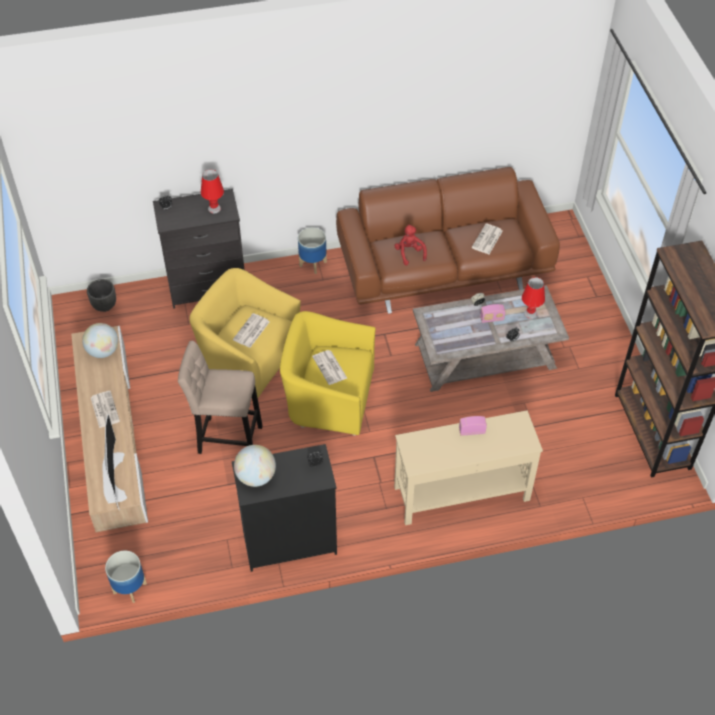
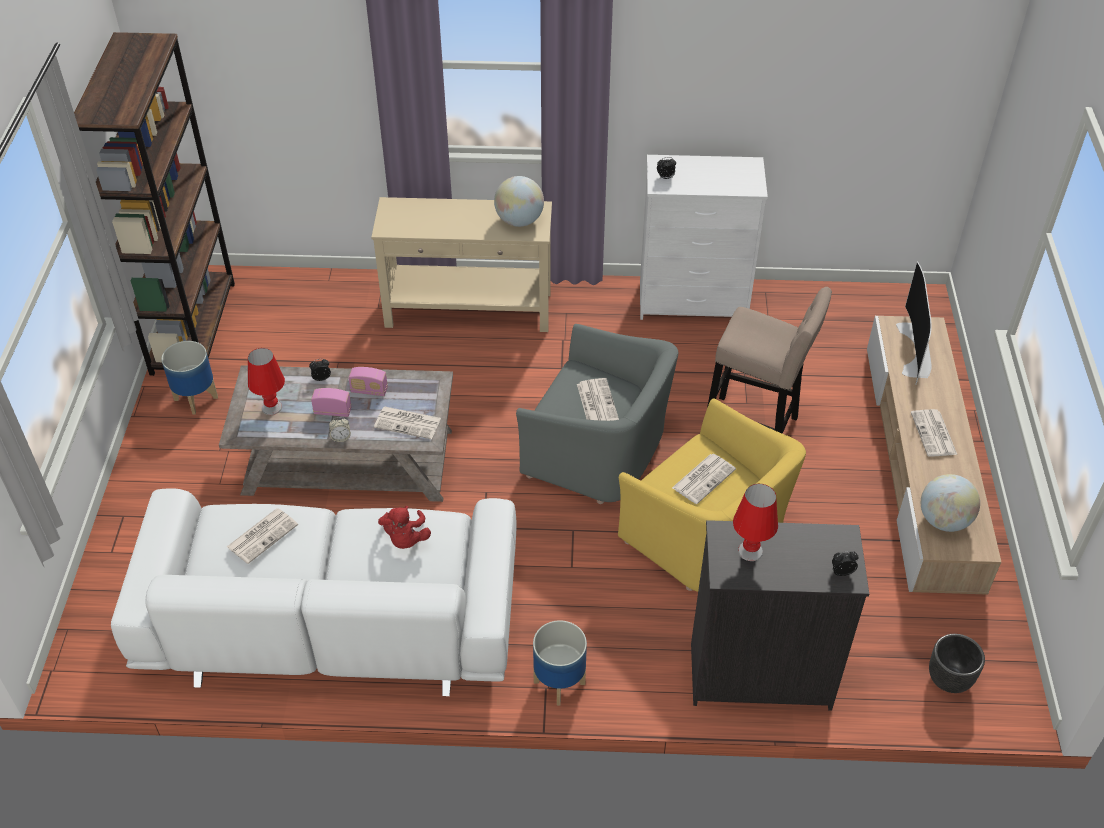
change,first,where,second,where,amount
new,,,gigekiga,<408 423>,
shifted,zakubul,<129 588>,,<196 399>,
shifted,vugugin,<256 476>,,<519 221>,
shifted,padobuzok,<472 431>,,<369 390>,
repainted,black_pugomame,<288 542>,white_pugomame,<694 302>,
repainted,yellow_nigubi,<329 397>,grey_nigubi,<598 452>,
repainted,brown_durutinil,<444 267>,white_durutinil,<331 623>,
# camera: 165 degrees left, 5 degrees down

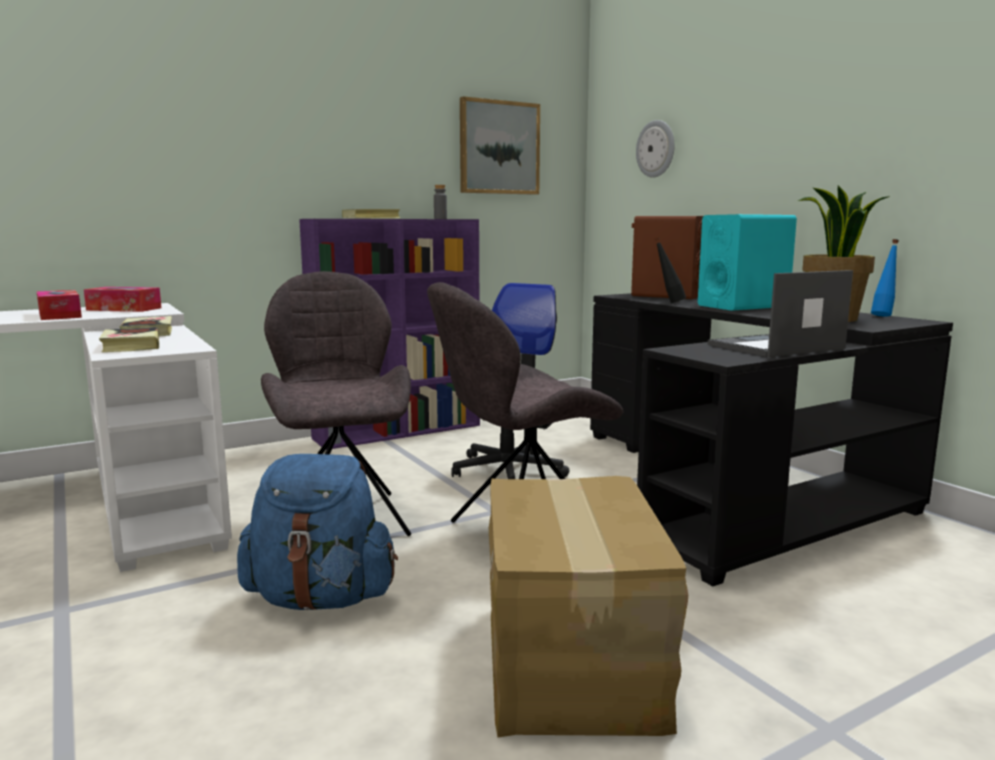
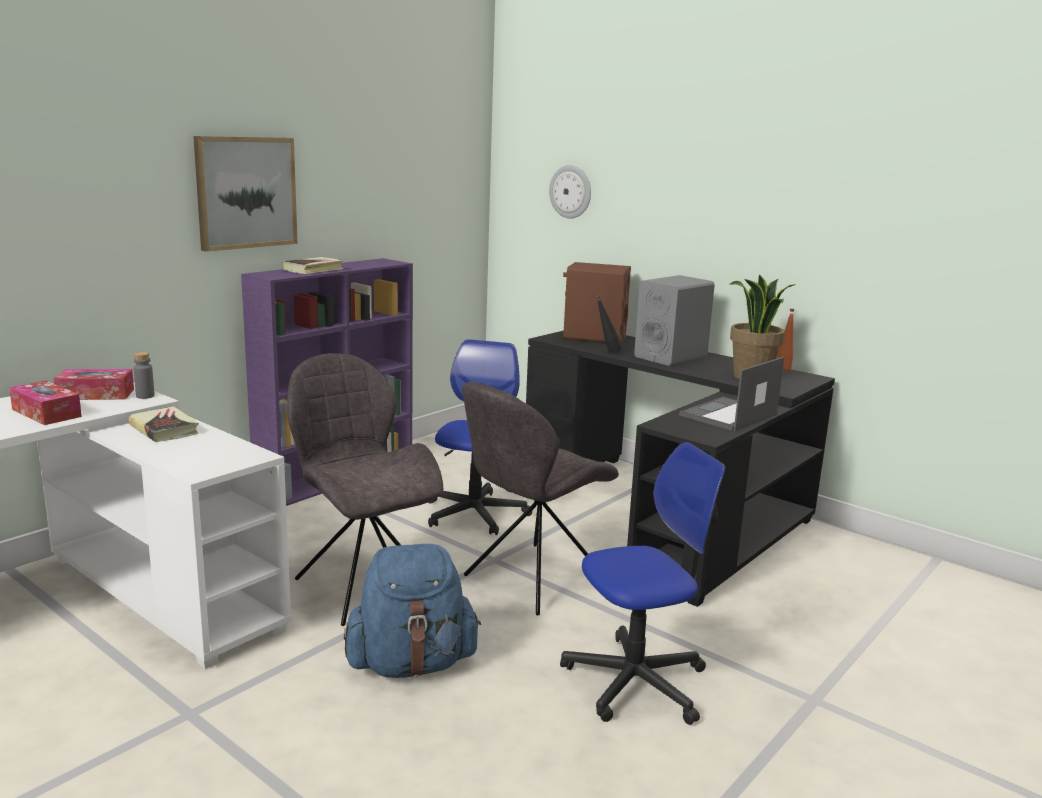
change,first,where,second,where,amount
gone,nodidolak,<131 345>,,,
shifted,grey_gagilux,<440 219>,,<145 396>,
shifted,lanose,<499 148>,,<246 192>,
swapped,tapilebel,<574 660>,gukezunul,<636 682>,
repainted,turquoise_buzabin,<743 306>,grey_buzabin,<671 356>,
repainted,blue_gagilux,<883 316>,orange_gagilux,<783 370>,
# camera: 20 degrees left, 5 degrees up

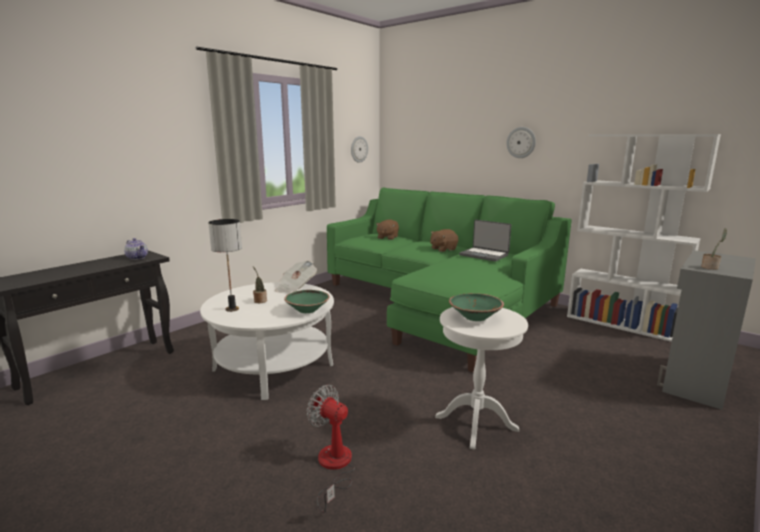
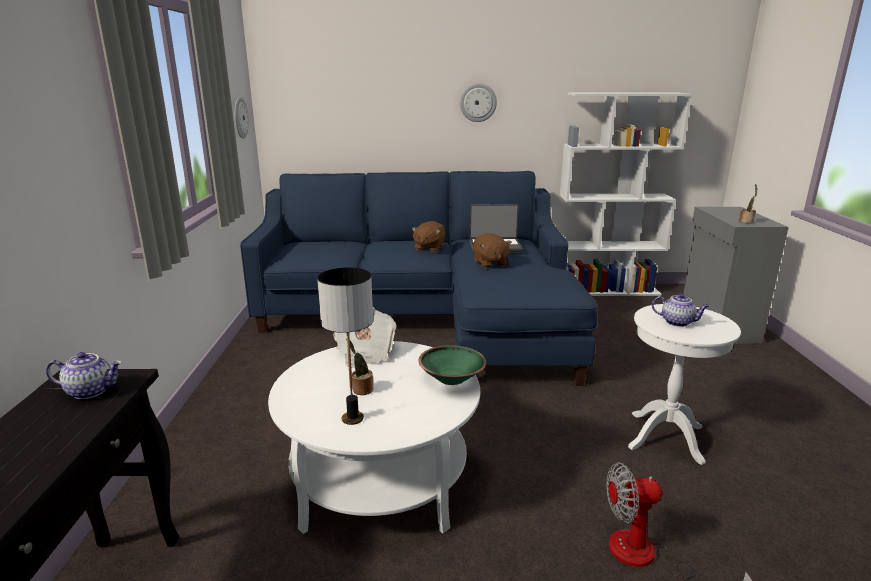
change,first,where,second,where,amount
shifted,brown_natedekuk,<387 237>,,<490 263>,
swapped,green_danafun,<475 317>,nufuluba,<678 322>,
repainted,green_durutinil,<439 303>,blue_durutinil,<428 317>,
# camera: 40 degrees left, 5 degrees up

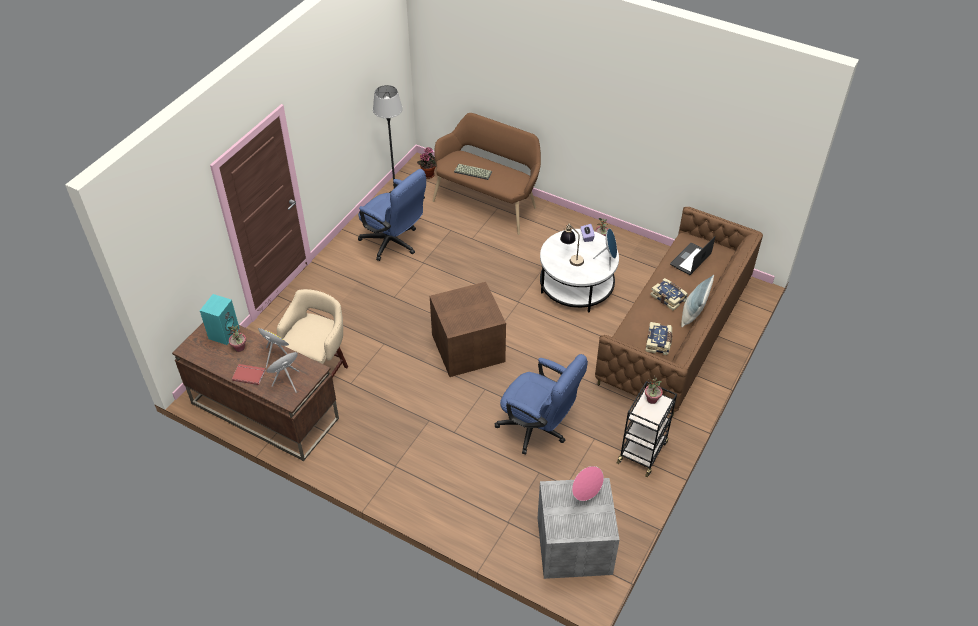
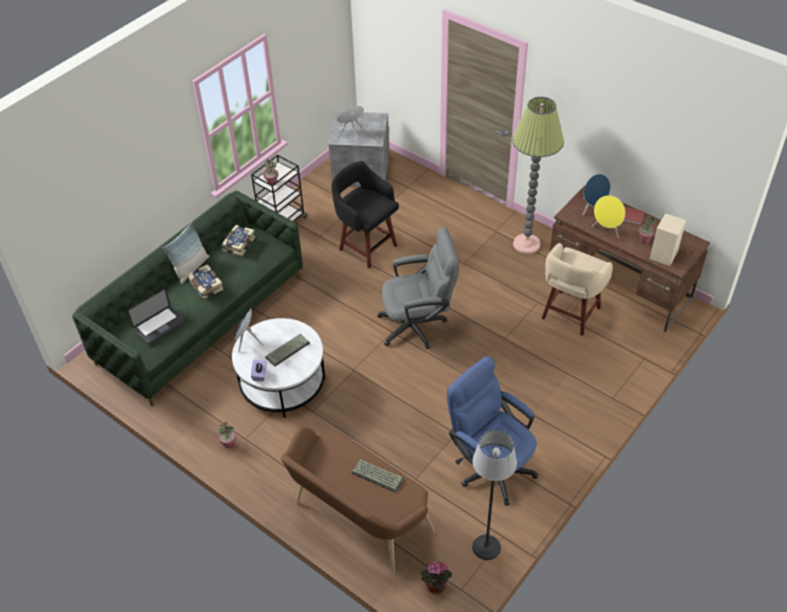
change,first,where,second,where,amount
new,,,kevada,<526 244>,
swapped,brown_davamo,<467 347>,grey_gukezunul,<418 325>,
swapped,blue_gukezunul,<538 429>,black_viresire,<366 247>,
swapped,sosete,<571 258>,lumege,<287 349>,
repainted,turquoise_buzabin,<224 333>,beige_buzabin,<664 255>,
repainted,brown_durutinil,<675 332>,green_durutinil,<202 319>,
# camera: 170 degrees left, 0 degrees up

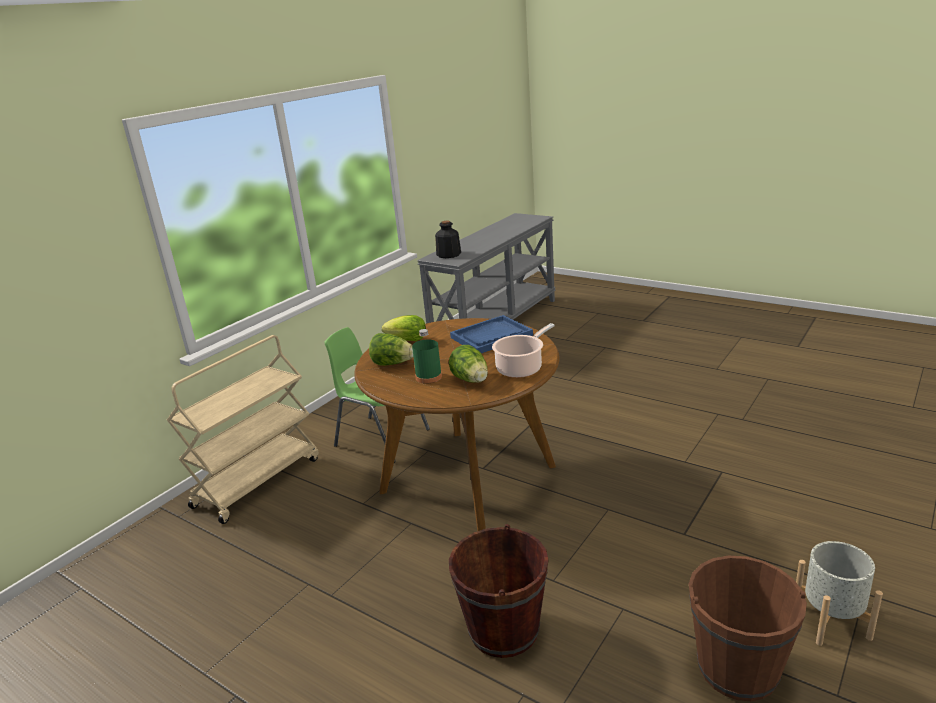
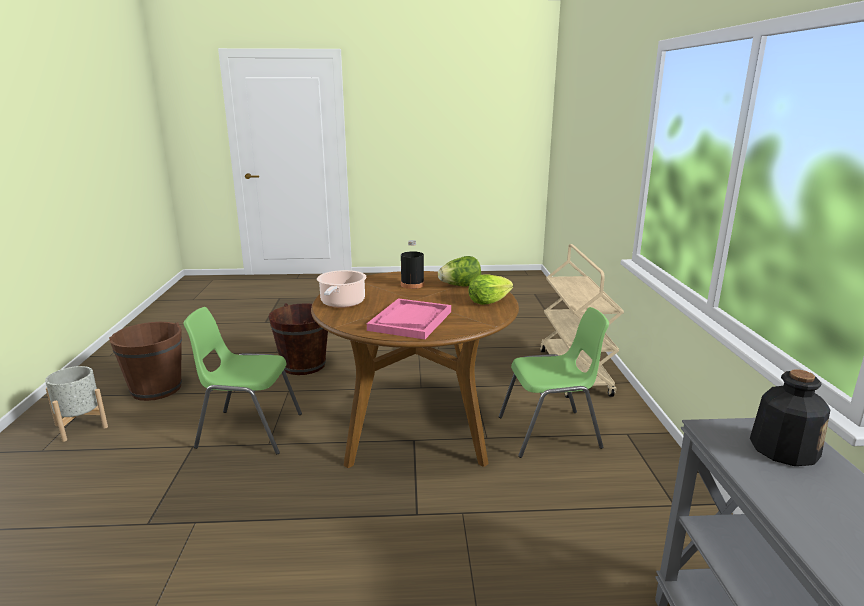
change,first,where,second,where,amount
gone,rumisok,<471 380>,,,
new,,,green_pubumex,<248 430>,
repainted,green_gagilux,<428 377>,black_gagilux,<412 285>,
repainted,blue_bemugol,<491 336>,pink_bemugol,<410 320>,
# camera: 140 degrees right, 5 degrees down

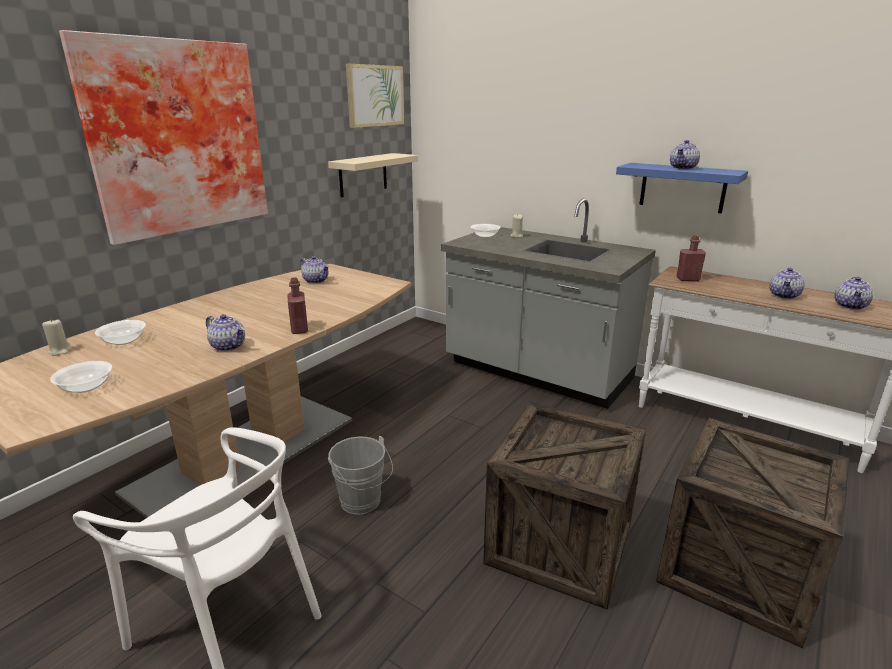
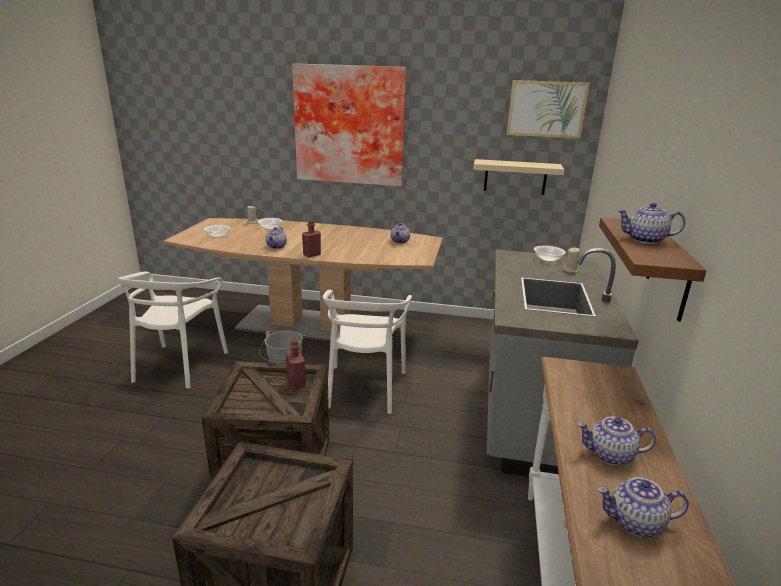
change,first,where,second,where,amount
new,,,white_pubumex,<364 388>,
shifted,red_gagilux,<688 279>,,<296 383>,
repainted,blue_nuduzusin,<682 187>,brown_nuduzusin,<669 270>,
# camera: 65 degrees right, 0 degrees up

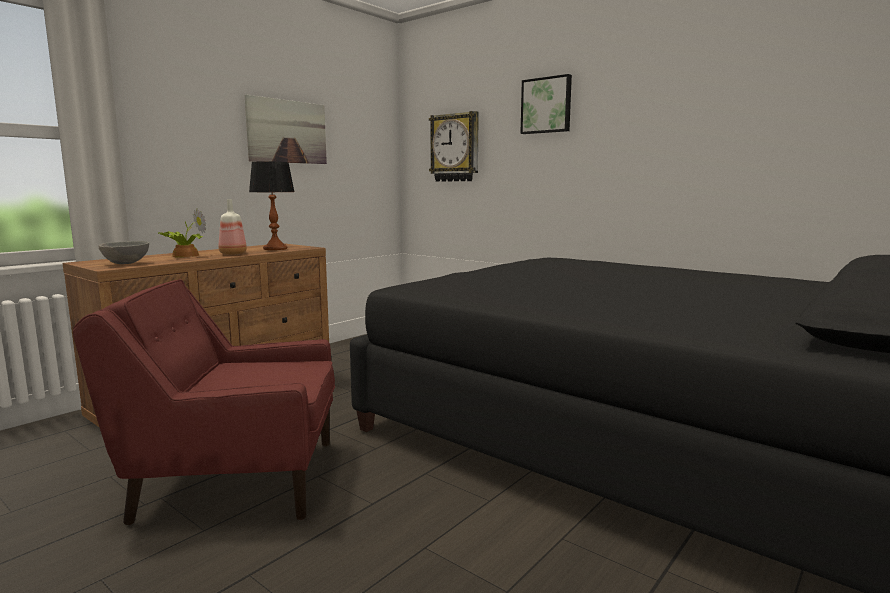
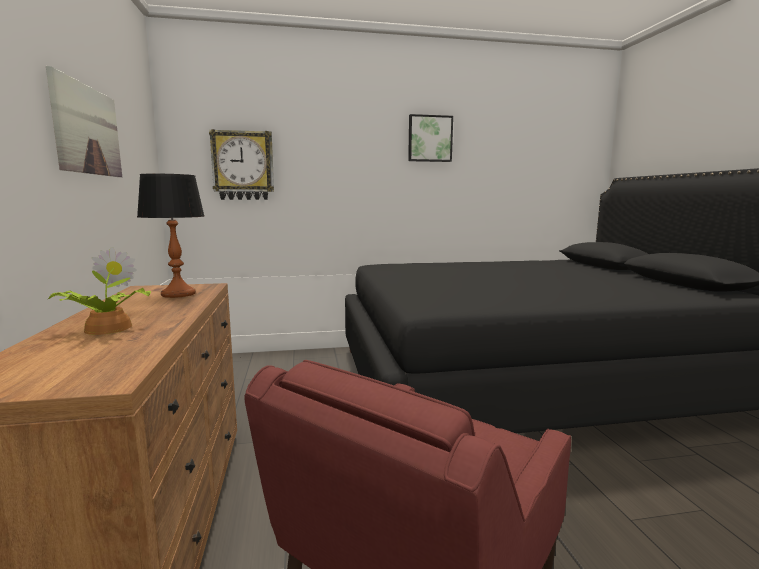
change,first,where,second,where,amount
gone,grey_danafun,<127 263>,,,
gone,gagilux,<233 254>,,,
shifted,lanose,<546 105>,,<429 139>,
# camera: 50 degrees left, 0 degrees up

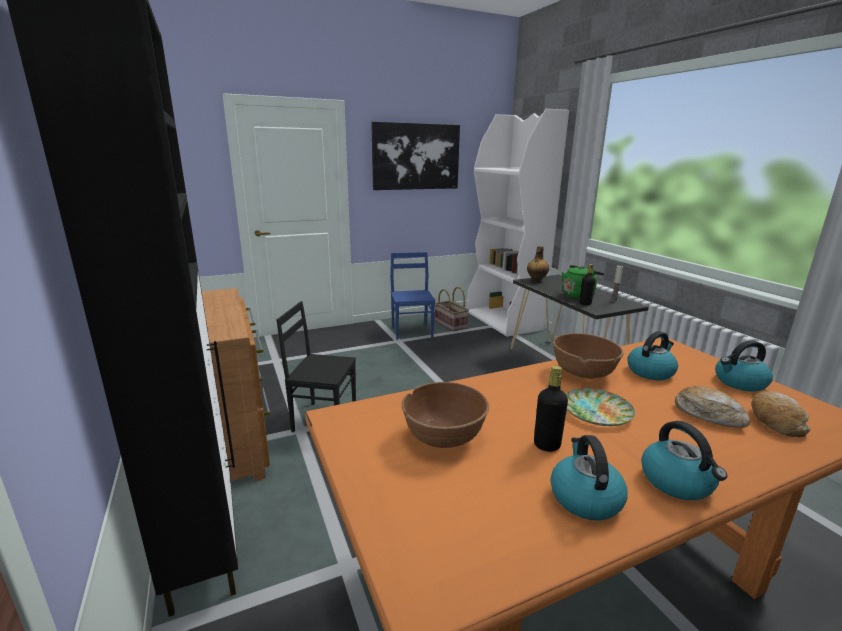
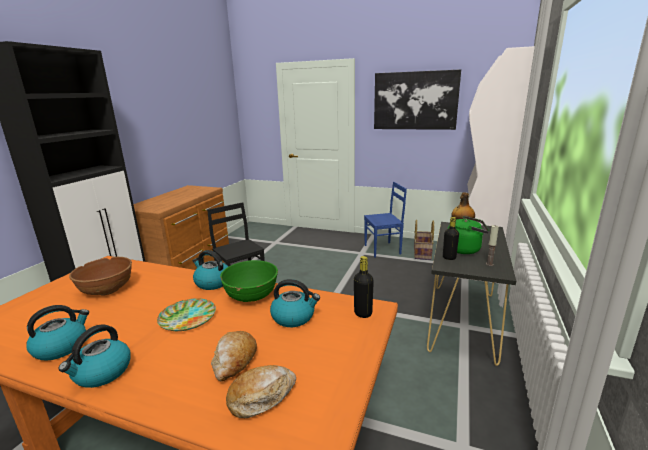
change,first,where,second,where,amount
shifted,black_gagilux,<547 445>,,<363 313>,
shifted,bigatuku,<739 383>,,<212 282>,
repainted,brown_danafun,<583 373>,green_danafun,<251 295>,
rotated,blue_pubumex,<412 331>,,<383 249>,45 degrees clockwise
# camera: 45 degrees right, 0 degrees up

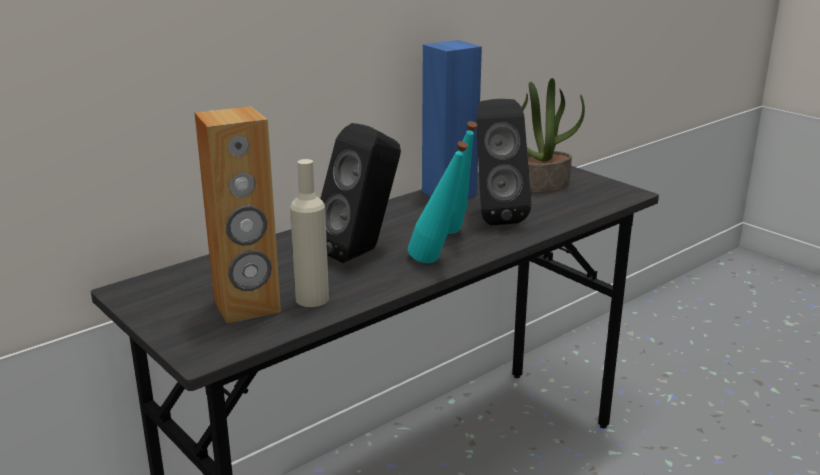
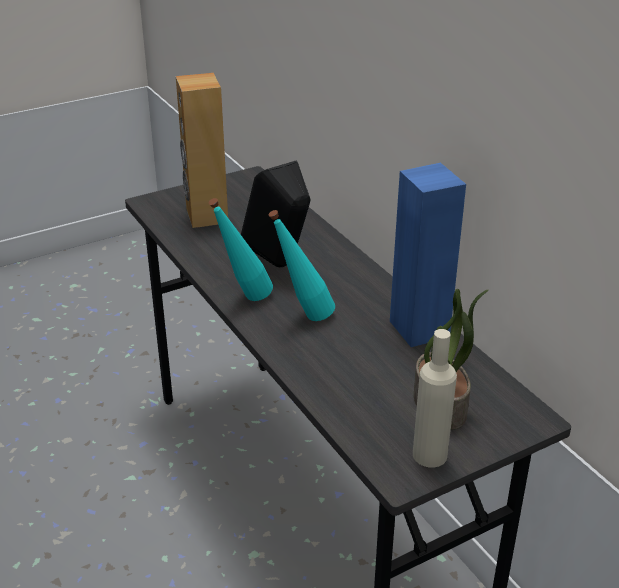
change,first,where,second,where,amount
gone,black_buzabin,<494 216>,,,
shifted,beige_gagilux,<312 299>,,<429 455>,
# camera: 100 degrees right, 10 degrees up

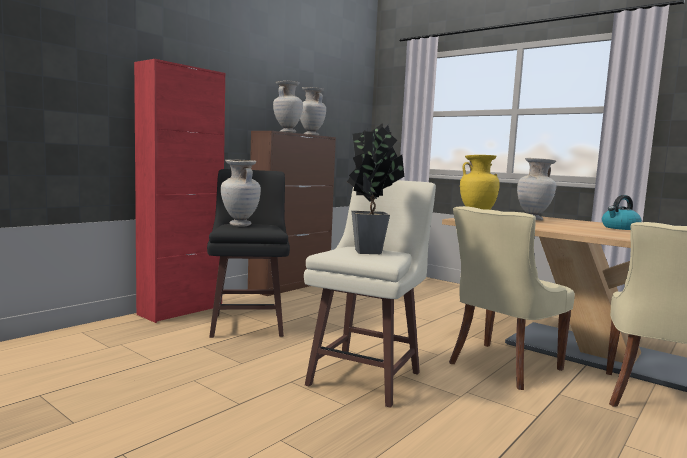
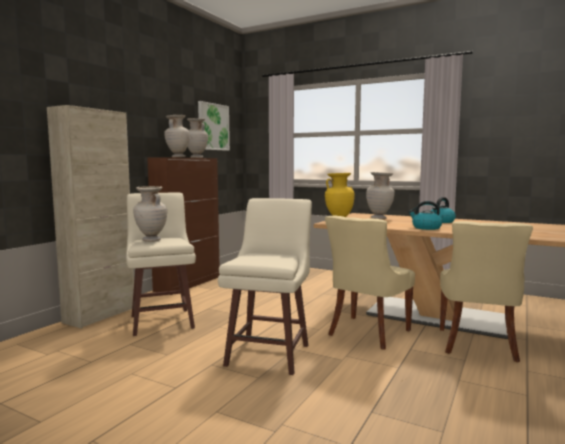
change,first,where,second,where,amount
gone,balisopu,<370 251>,,,
new,,,lanose,<213 127>,
new,,,bigatuku,<426 228>,
repainted,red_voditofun,<181 310>,beige_voditofun,<100 315>,
repainted,black_viresire,<248 324>,beige_viresire,<162 321>,
# camera: 10 degrees left, 0 degrees up

